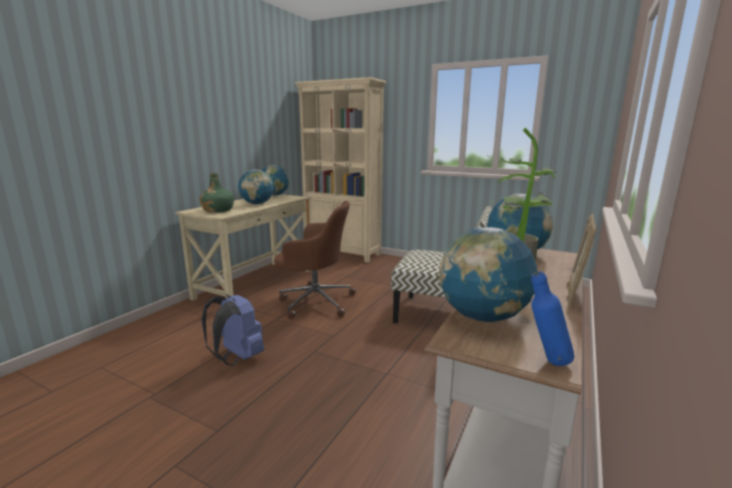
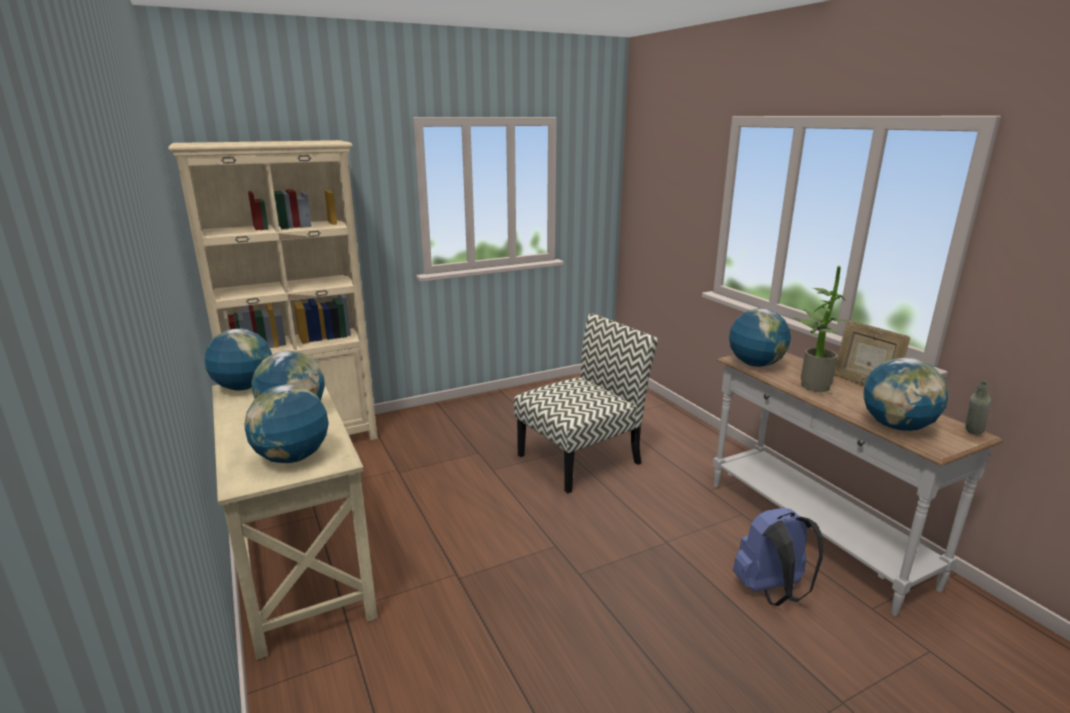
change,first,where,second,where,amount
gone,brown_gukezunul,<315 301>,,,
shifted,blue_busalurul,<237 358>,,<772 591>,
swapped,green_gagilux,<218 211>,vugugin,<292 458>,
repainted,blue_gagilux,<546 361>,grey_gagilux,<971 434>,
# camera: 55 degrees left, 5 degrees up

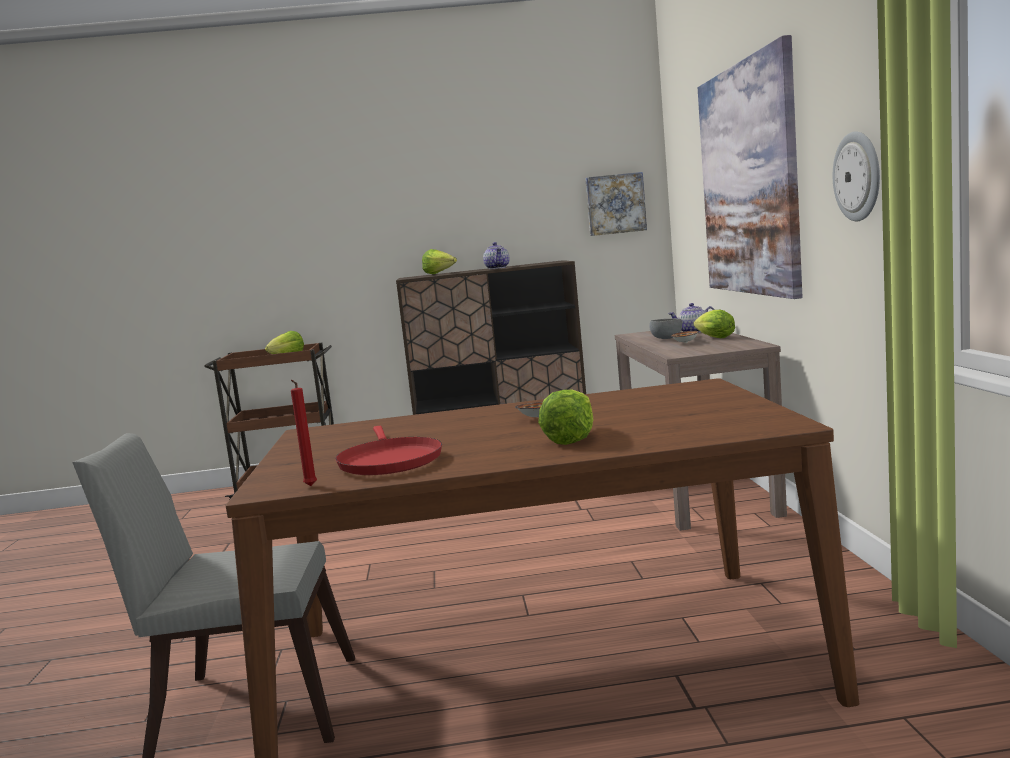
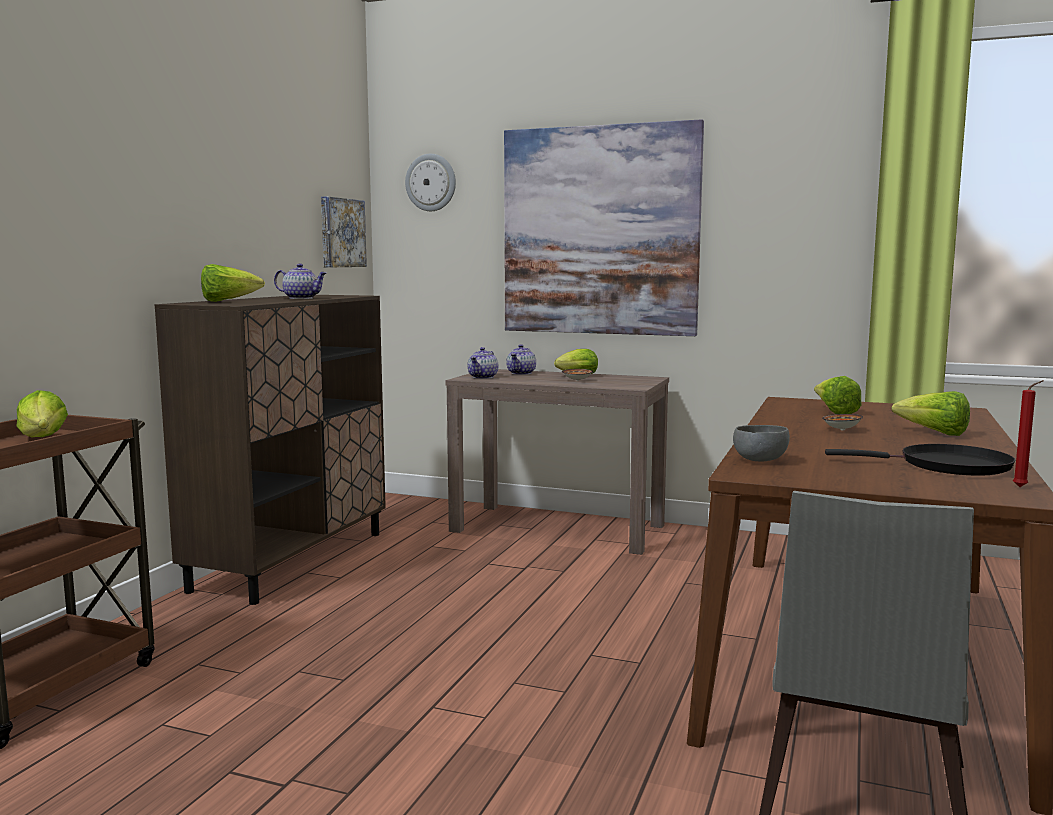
change,first,where,second,where,amount
new,,,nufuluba,<483 377>,
new,,,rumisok,<834 412>,
shifted,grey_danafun,<666 339>,,<759 460>,
shifted,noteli,<858 176>,,<431 182>,
repainted,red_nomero,<389 461>,black_nomero,<947 466>,
# camera: 65 degrees left, 0 degrees up

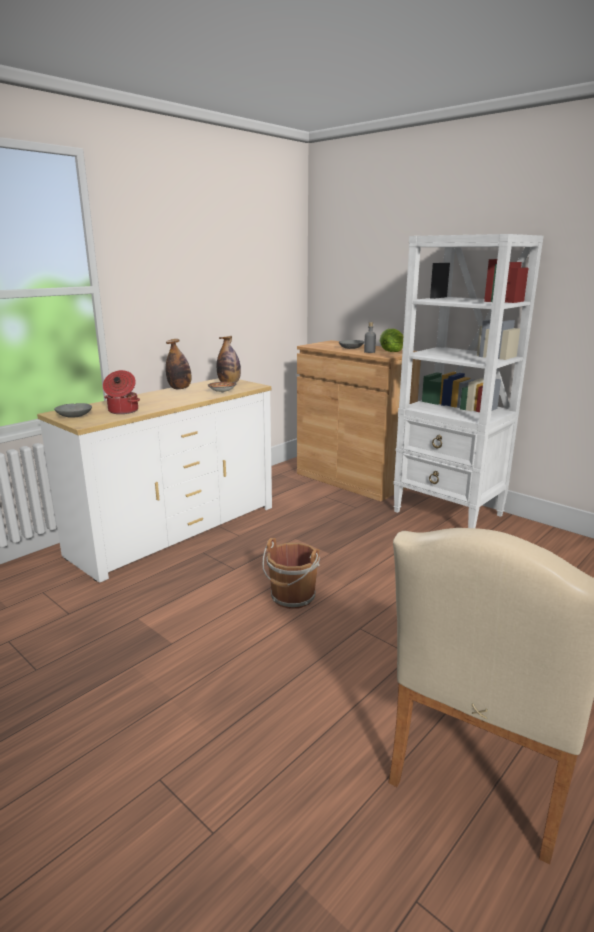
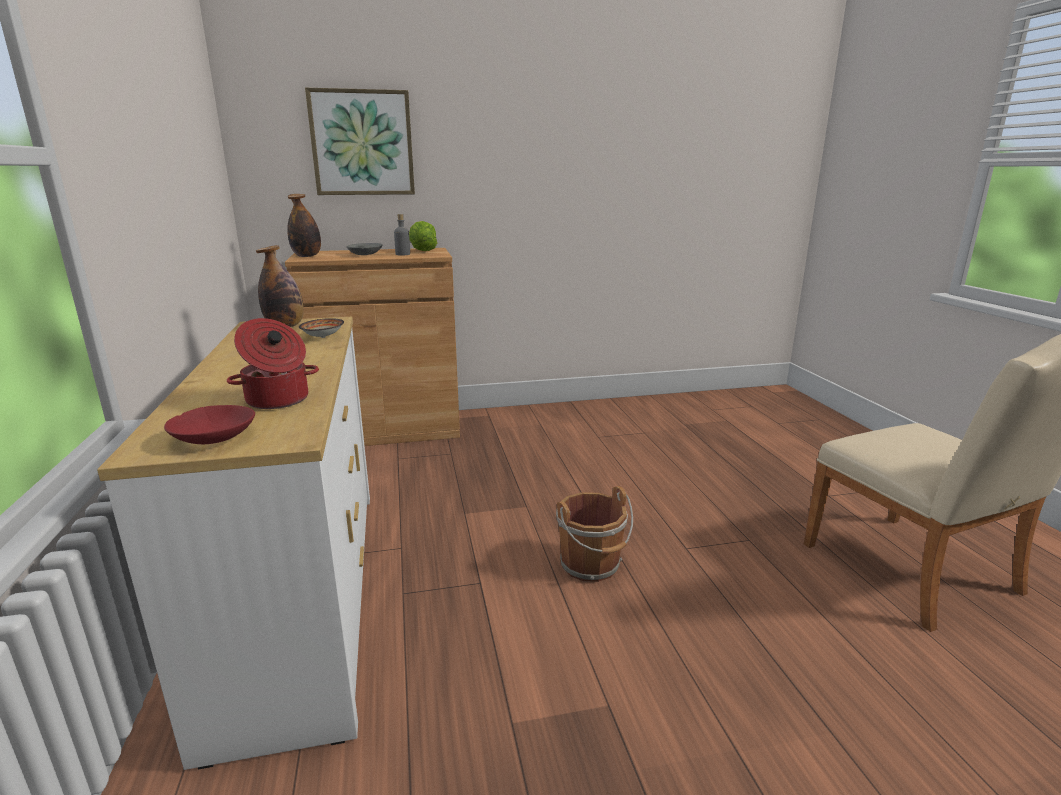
change,first,where,second,where,amount
gone,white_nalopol,<448 514>,,,
new,,,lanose,<362 143>,
shifted,gagilux,<180 388>,,<307 256>,
repainted,grey_danafun,<74 415>,red_danafun,<214 437>,
# camera: 55 degrees left, 0 degrees up

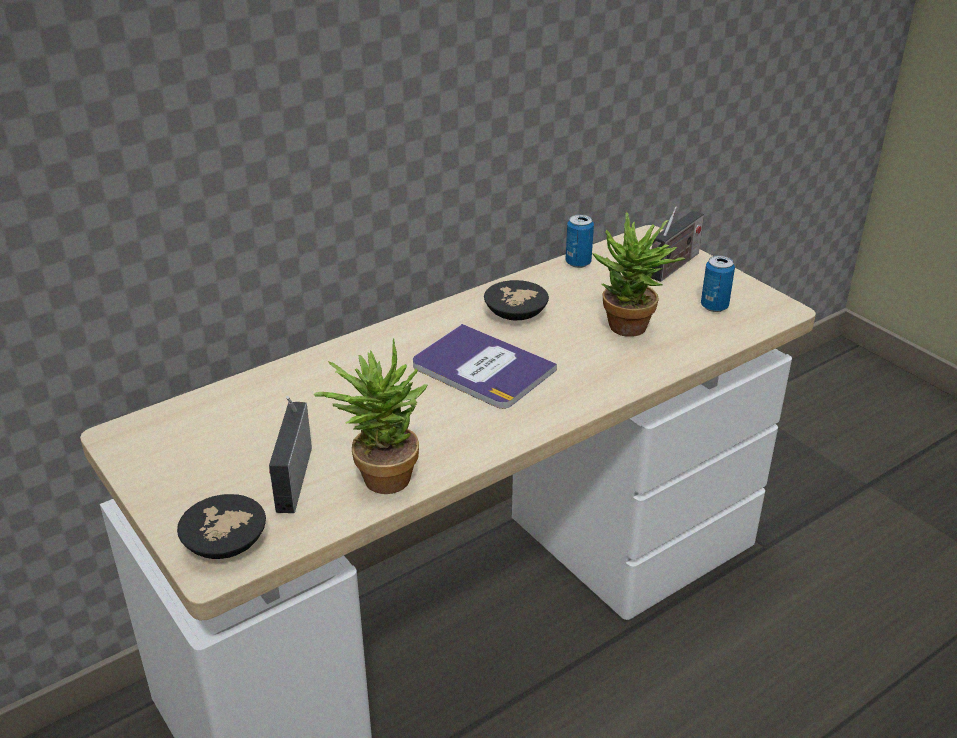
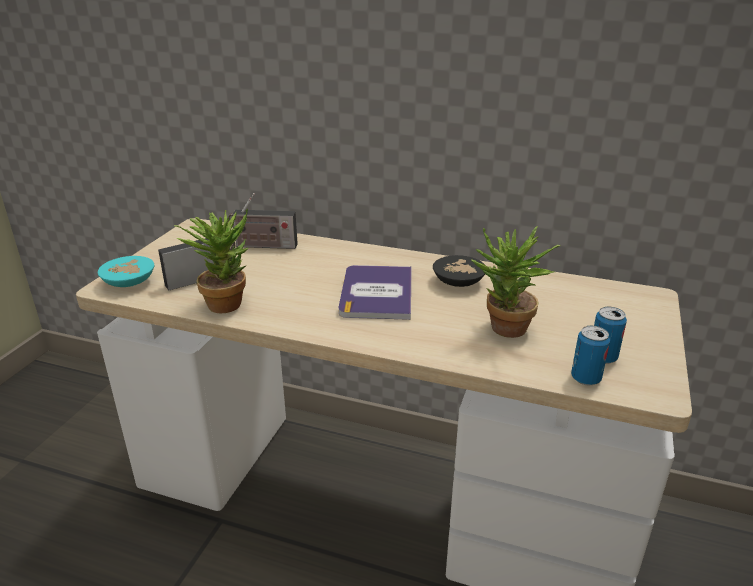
change,first,where,second,where,amount
shifted,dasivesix,<578 262>,,<585 378>,
shifted,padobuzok,<673 267>,,<263 246>,
repainted,black_danafun,<228 541>,turquoise_danafun,<130 283>,
# camera: 55 degrees right, 5 degrees down

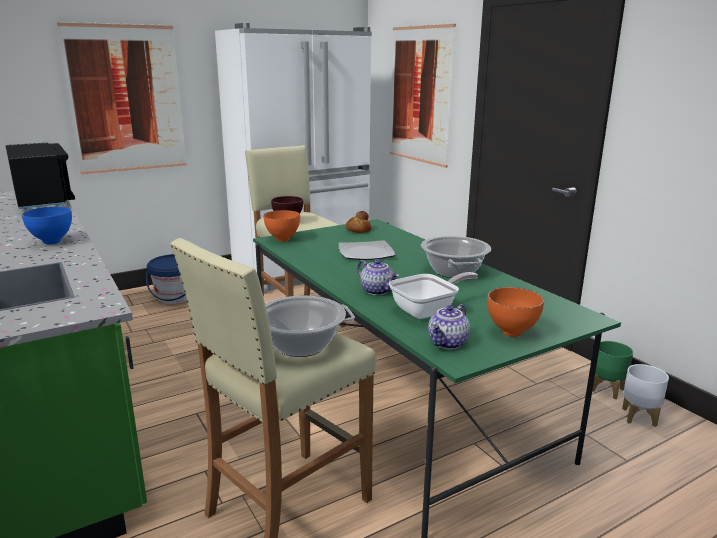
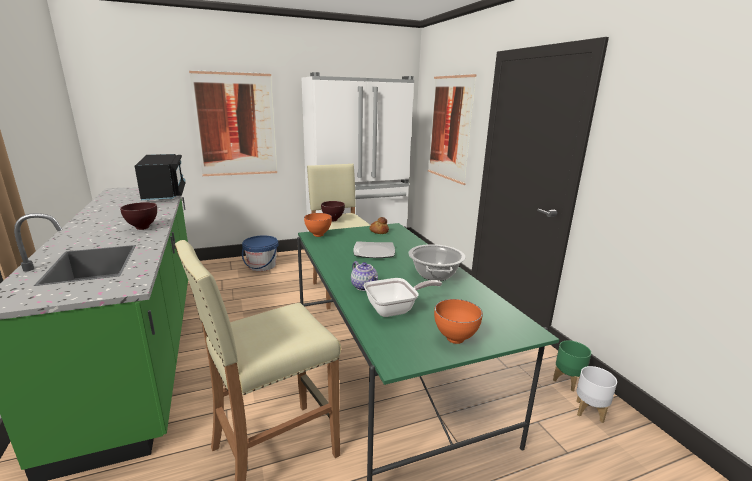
change,first,where,second,where,amount
gone,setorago,<301 346>,,,
gone,nufuluba,<448 343>,,,
repainted,blue_danafun,<51 242>,brown_danafun,<142 228>,
# camera: 10 degrees right, 0 degrees up

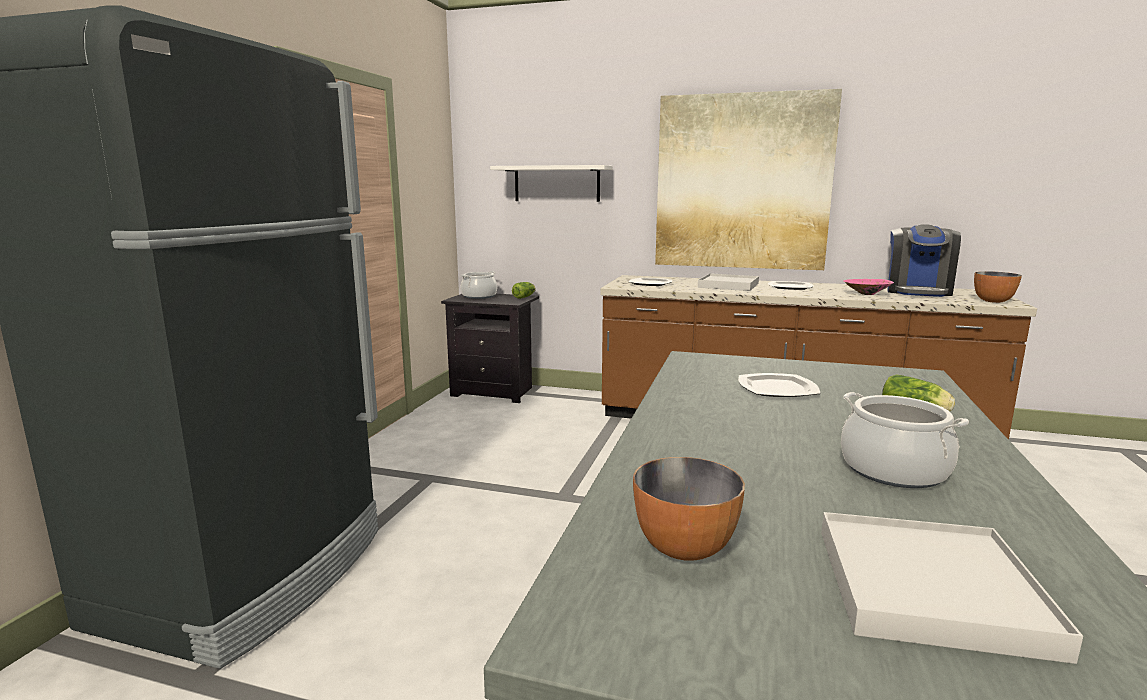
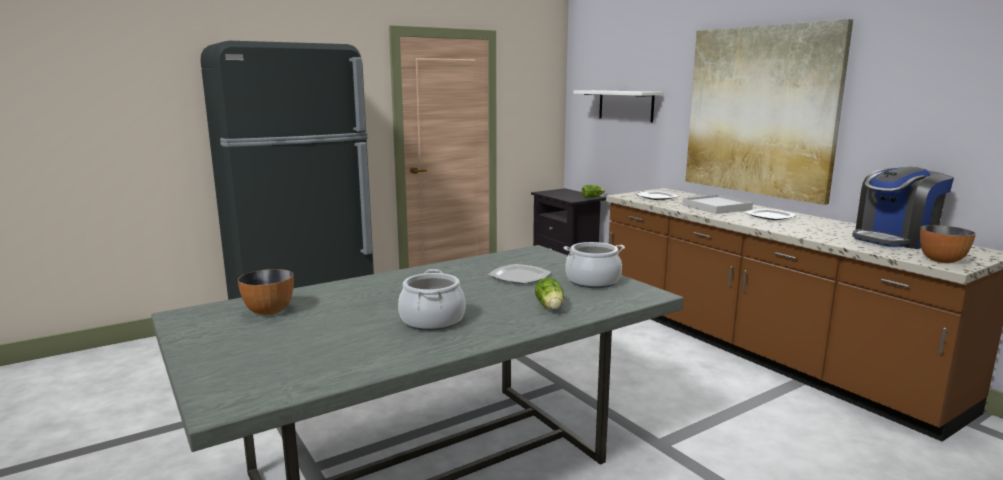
change,first,where,second,where,amount
gone,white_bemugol,<929 589>,,,
gone,pink_danafun,<865 294>,,,
shifted,setorago,<479 296>,,<592 281>,
# camera: 40 degrees right, 0 degrees up

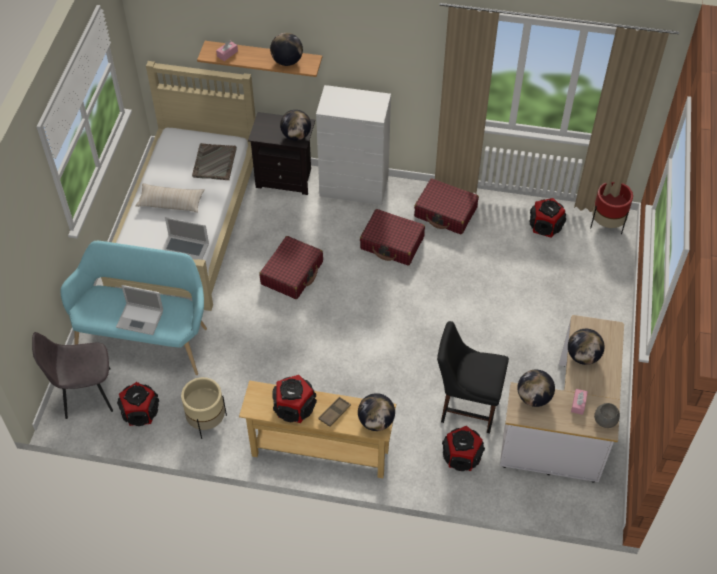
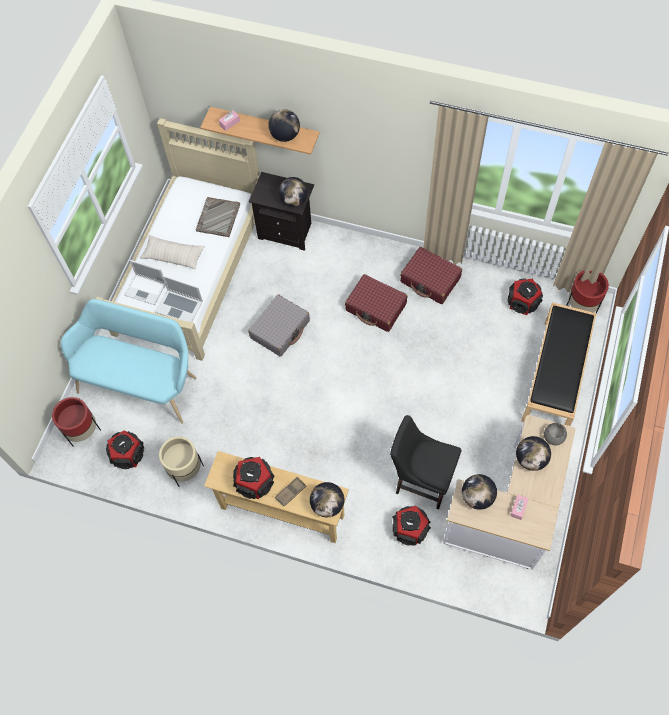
change,first,where,second,where,amount
gone,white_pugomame,<354 187>,,,
new,,,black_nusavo,<555 376>,
shifted,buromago,<141 319>,,<146 289>,
shifted,grey_danafun,<605 419>,,<554 436>,
swapped,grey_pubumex,<86 393>,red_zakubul,<83 431>,
repainted,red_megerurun,<292 273>,grey_megerurun,<280 329>,
# camera: 10 degrees right, 10 degrees up

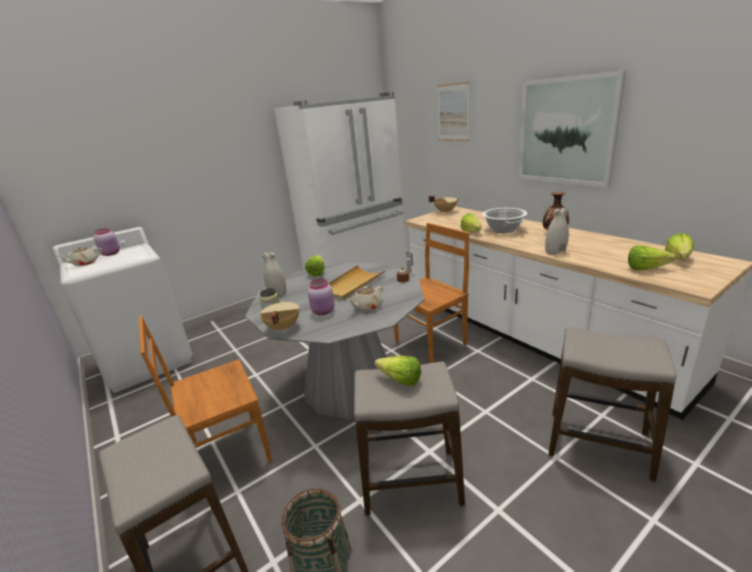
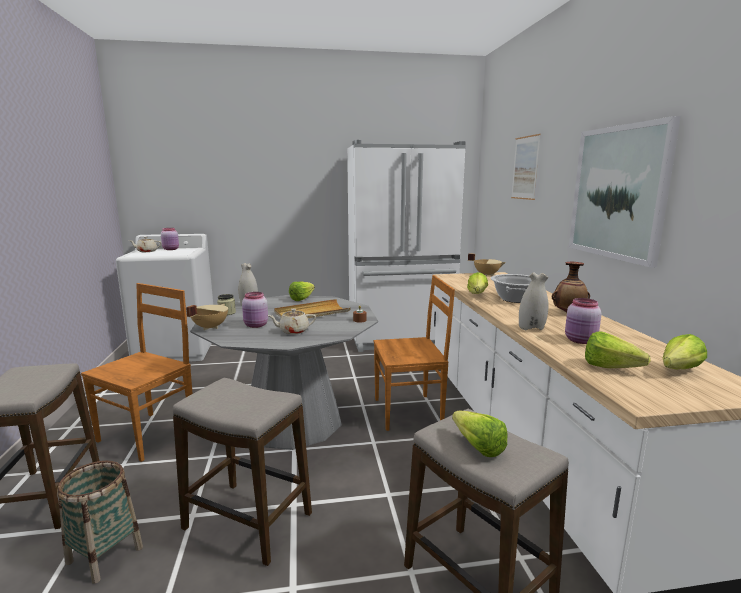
change,first,where,second,where,amount
new,,,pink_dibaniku,<580 341>,
shifted,rumisok,<397 379>,,<475 444>,
rotated,brown_pubumex,<228 453>,,<149 434>,120 degrees clockwise
# camera: 25 degrees right, 10 degrees down

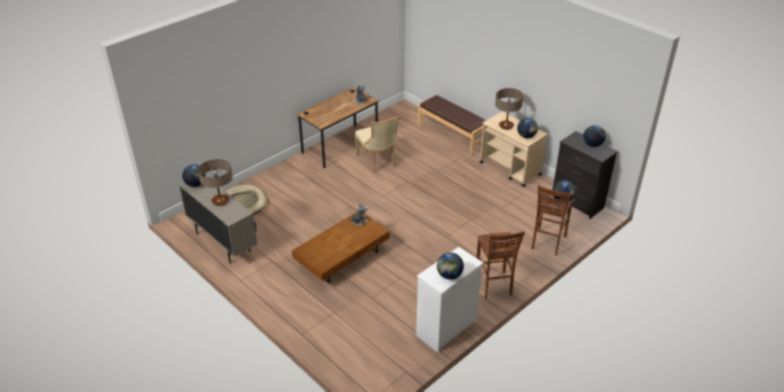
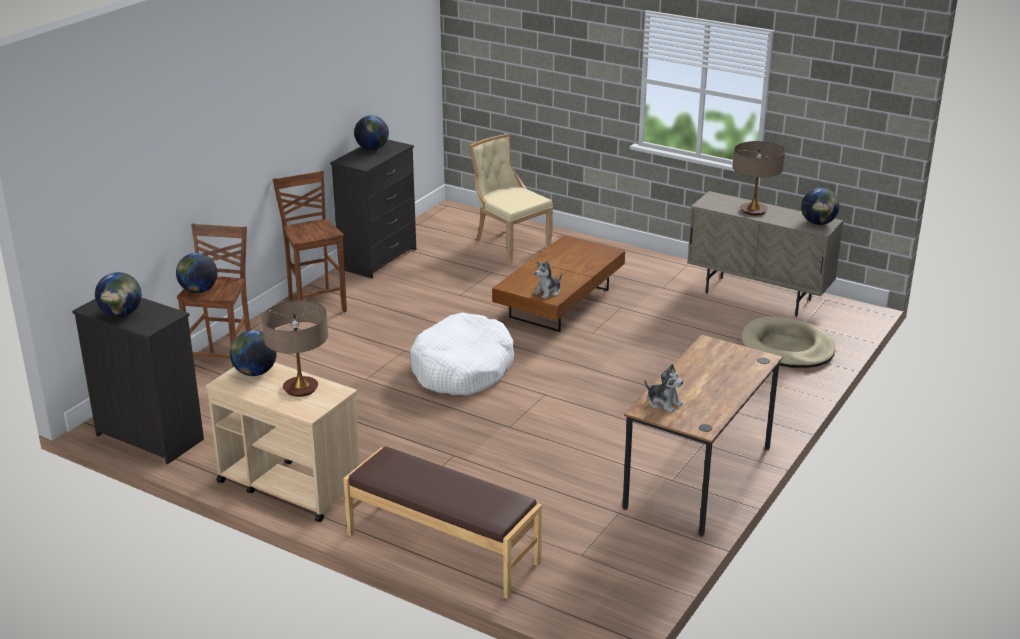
change,first,where,second,where,amount
new,,,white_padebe,<462 369>,
shifted,beige_pubumex,<377 161>,,<509 243>,
repainted,white_pugomame,<445 329>,black_pugomame,<379 259>,
# camera: 165 degrees right, 10 degrees down

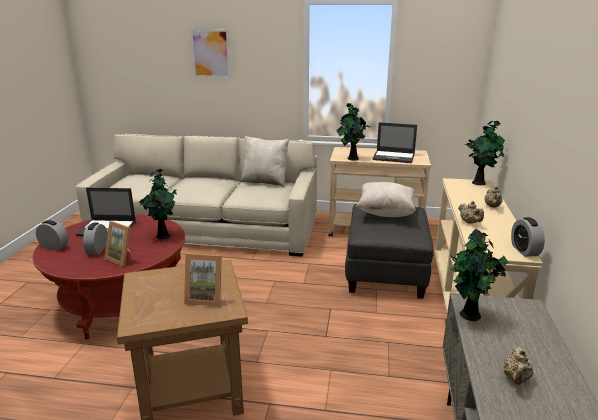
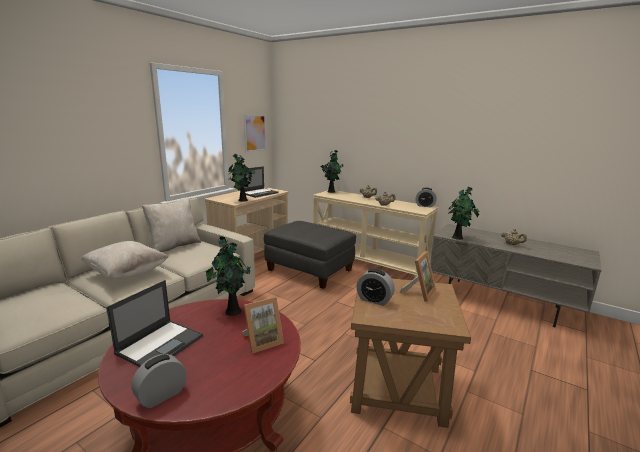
change,first,where,second,where,amount
shifted,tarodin,<97 250>,,<374 300>,
shifted,lanose,<211 53>,,<255 133>,
shifted,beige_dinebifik,<385 213>,,<127 274>,
# camera: 65 degrees left, 5 degrees down

